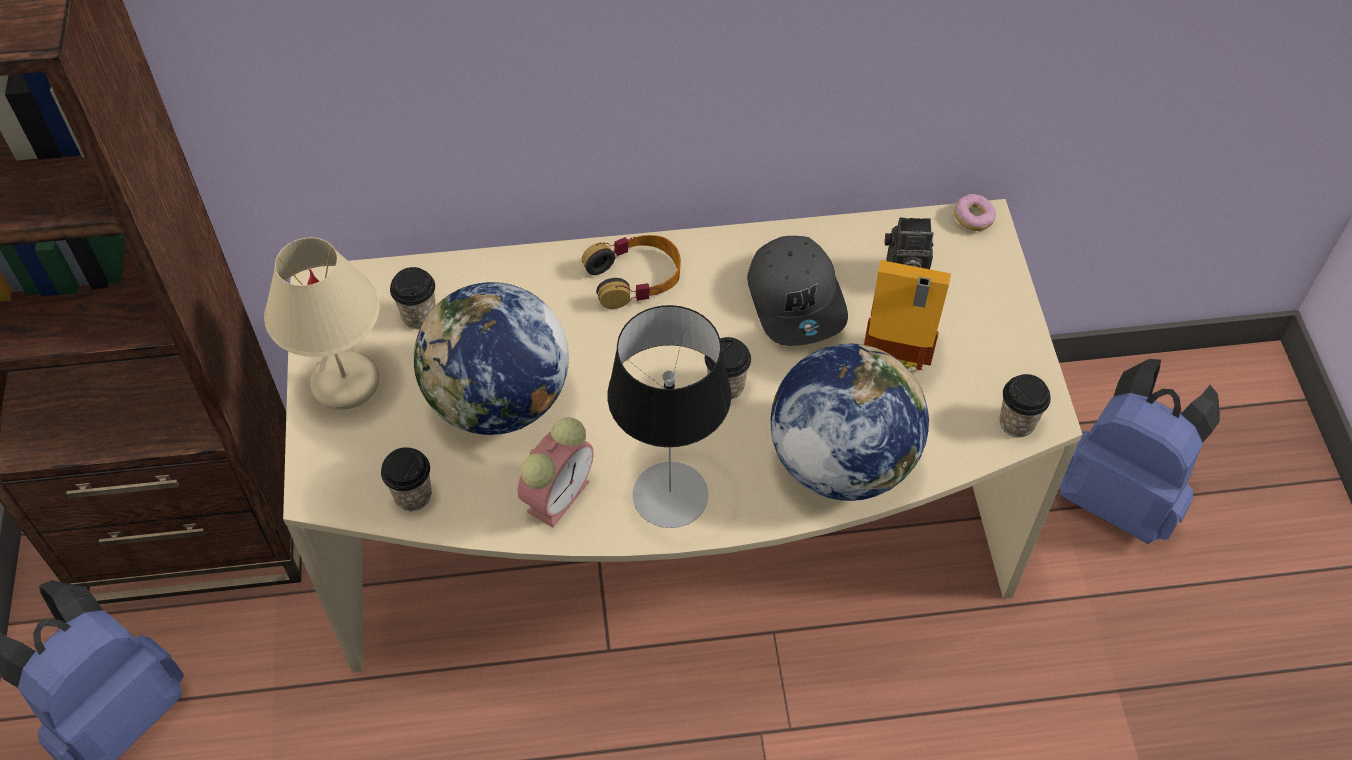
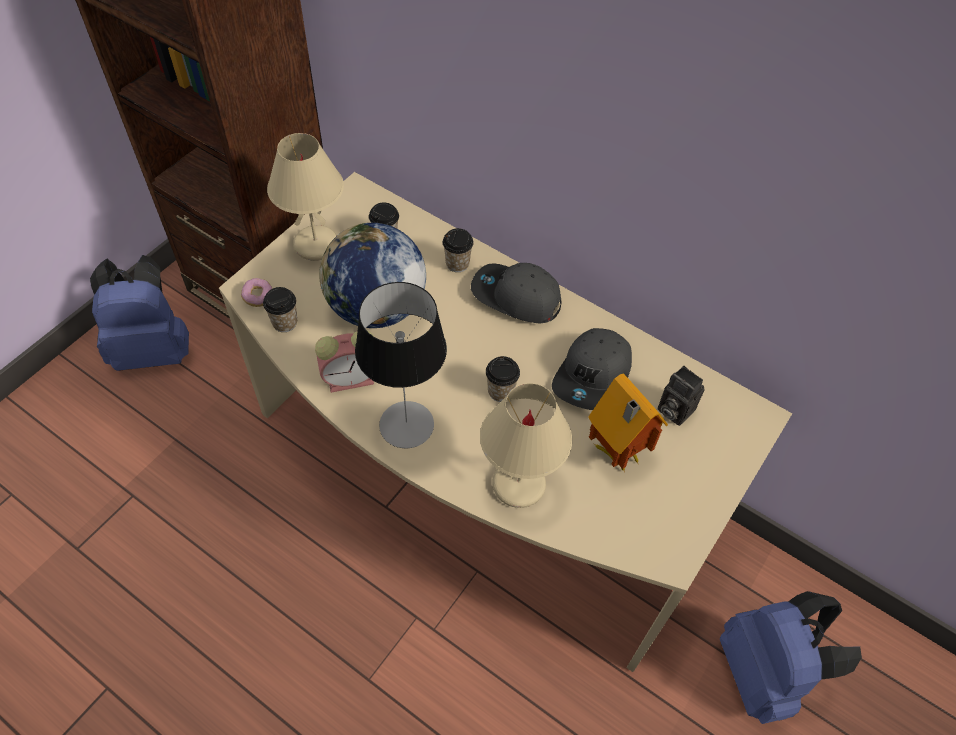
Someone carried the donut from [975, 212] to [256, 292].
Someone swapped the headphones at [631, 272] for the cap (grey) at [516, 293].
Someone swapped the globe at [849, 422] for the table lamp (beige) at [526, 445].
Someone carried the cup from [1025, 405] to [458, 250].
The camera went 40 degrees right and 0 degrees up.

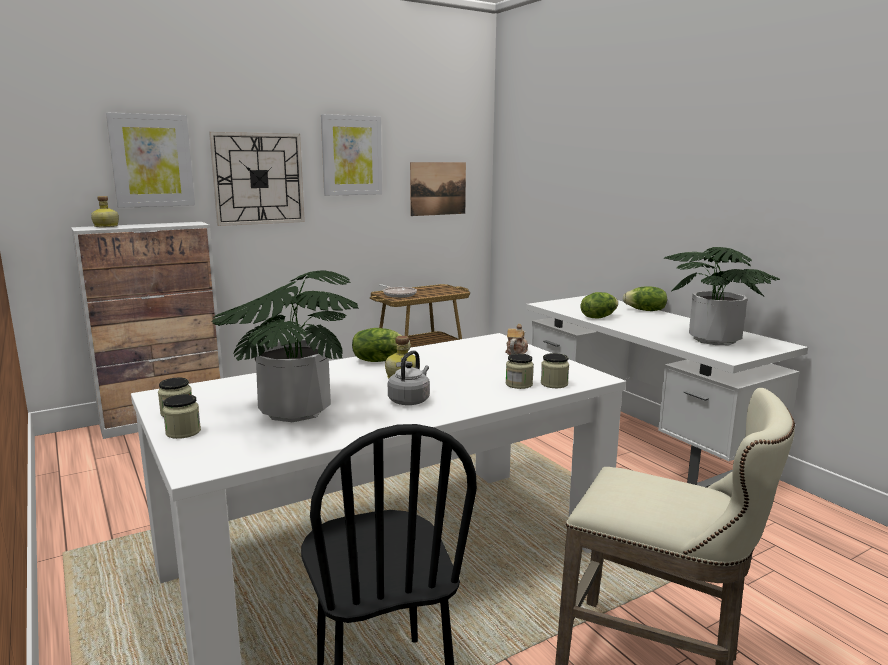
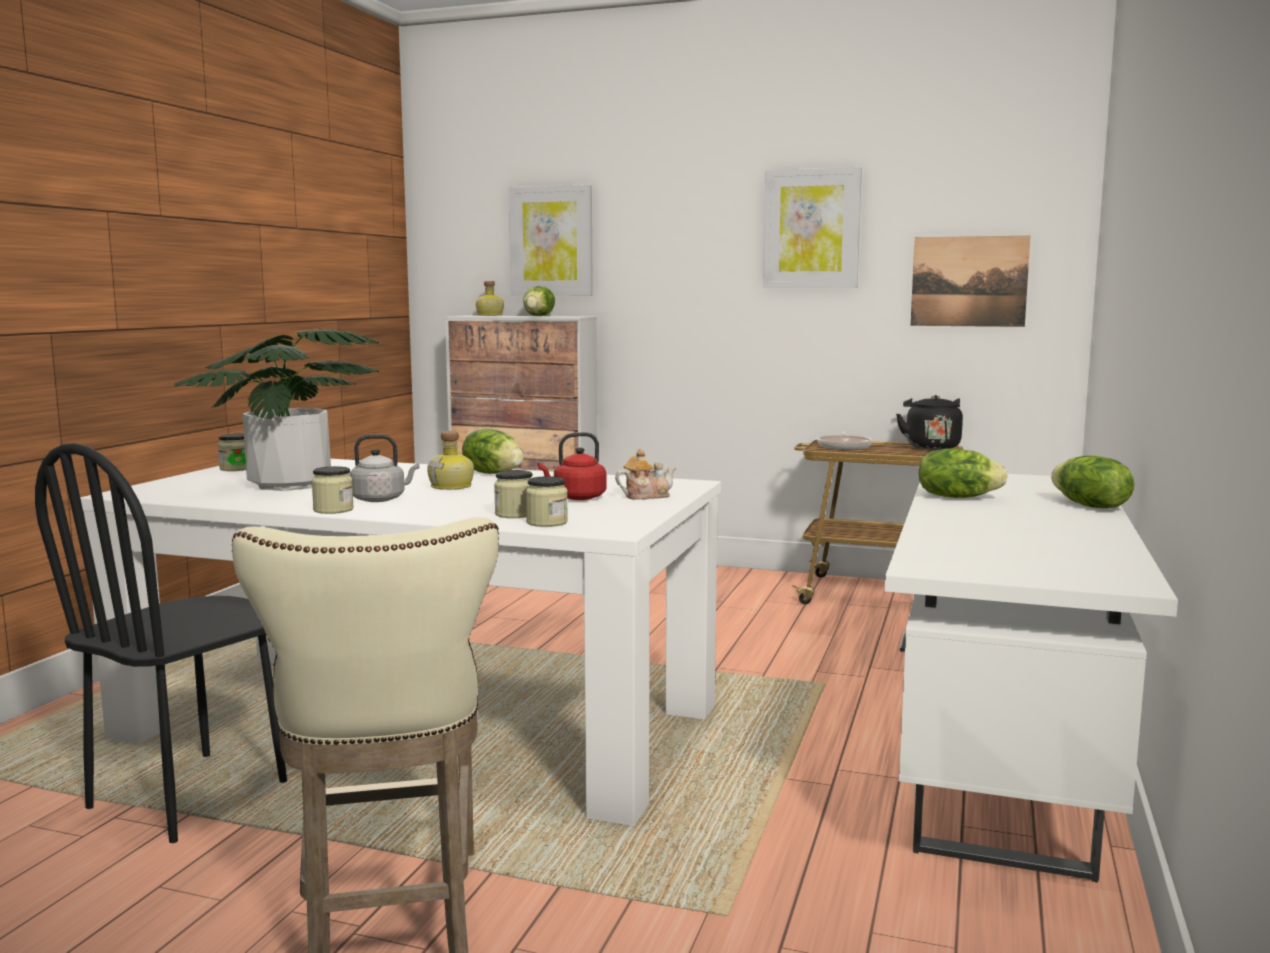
Someone took away the wall clock at [257, 179].
Someone took away the potted plant at [722, 296].
Someone carried the jar from [182, 416] to [333, 490].
Someone put down the lettuce at [539, 301].
Someone put down the kettle (black) at [929, 422].
Someone put down the kettle (red) at [572, 466].
The camera went 50 degrees right and 5 degrees down.

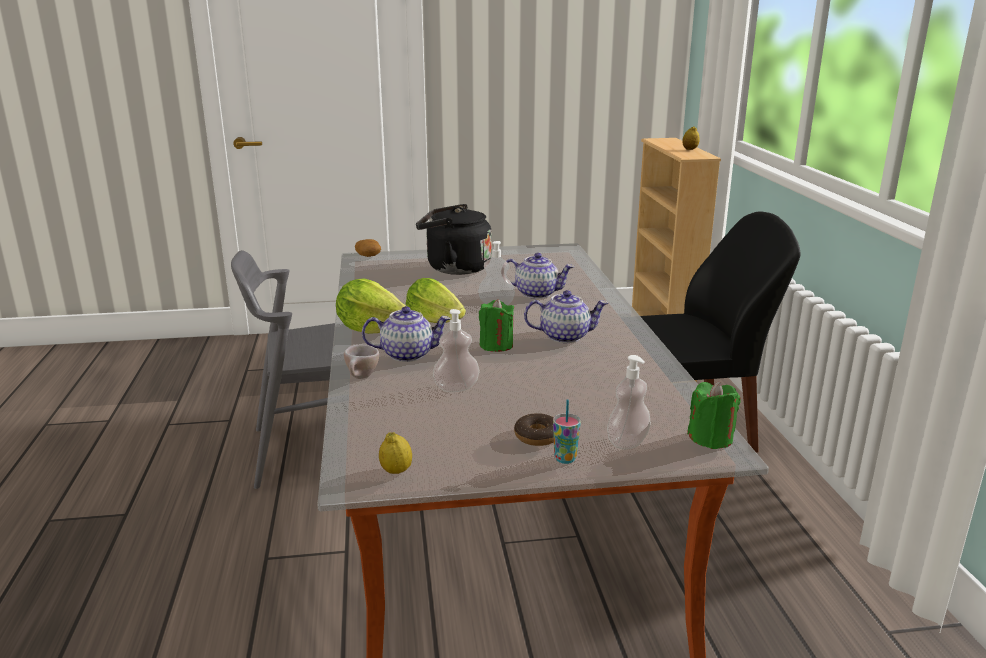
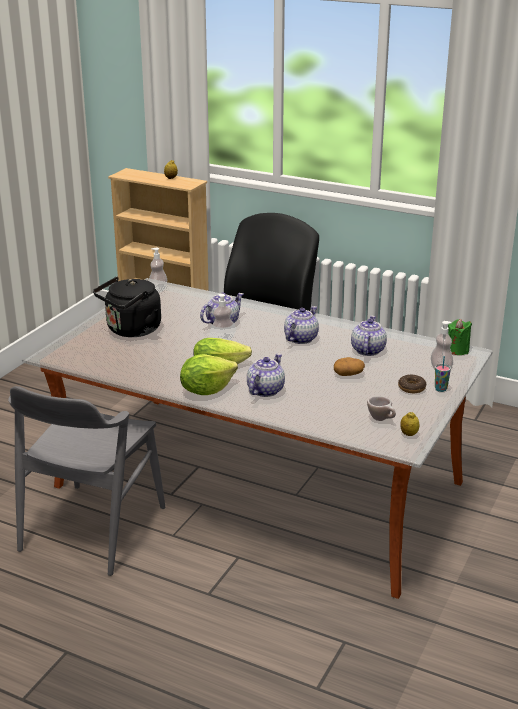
Someone carried the potato from [368, 248] to [349, 366].
Someone took away the candle (green) at [496, 325].
Someone carried the soap dispenser from [456, 350] to [158, 270].
Someone carried the cup (beige) from [361, 362] to [381, 408].
Someone put down the teapot at [369, 336].
The camera went 55 degrees left and 5 degrees up.

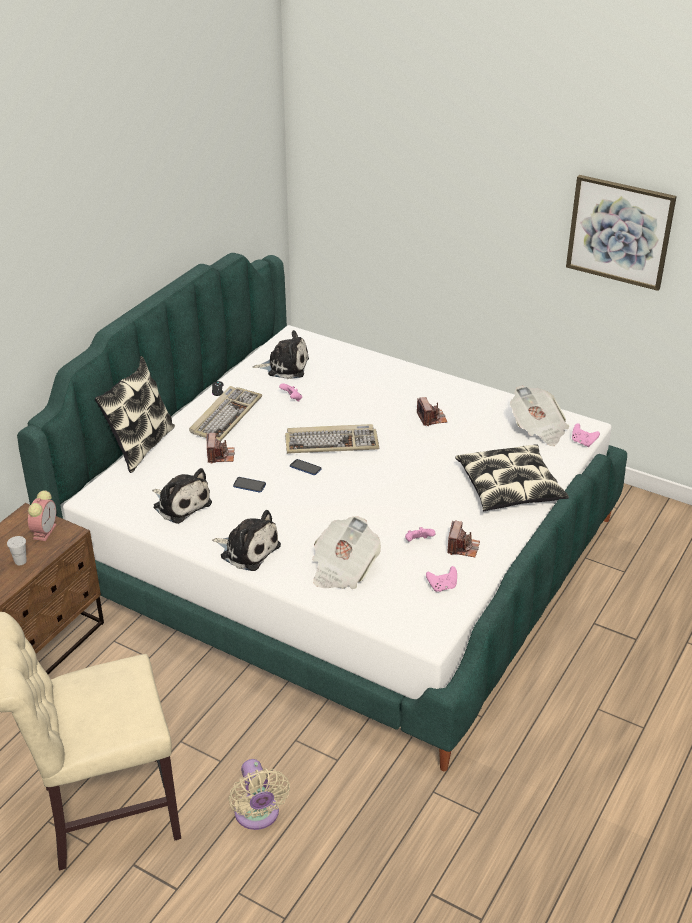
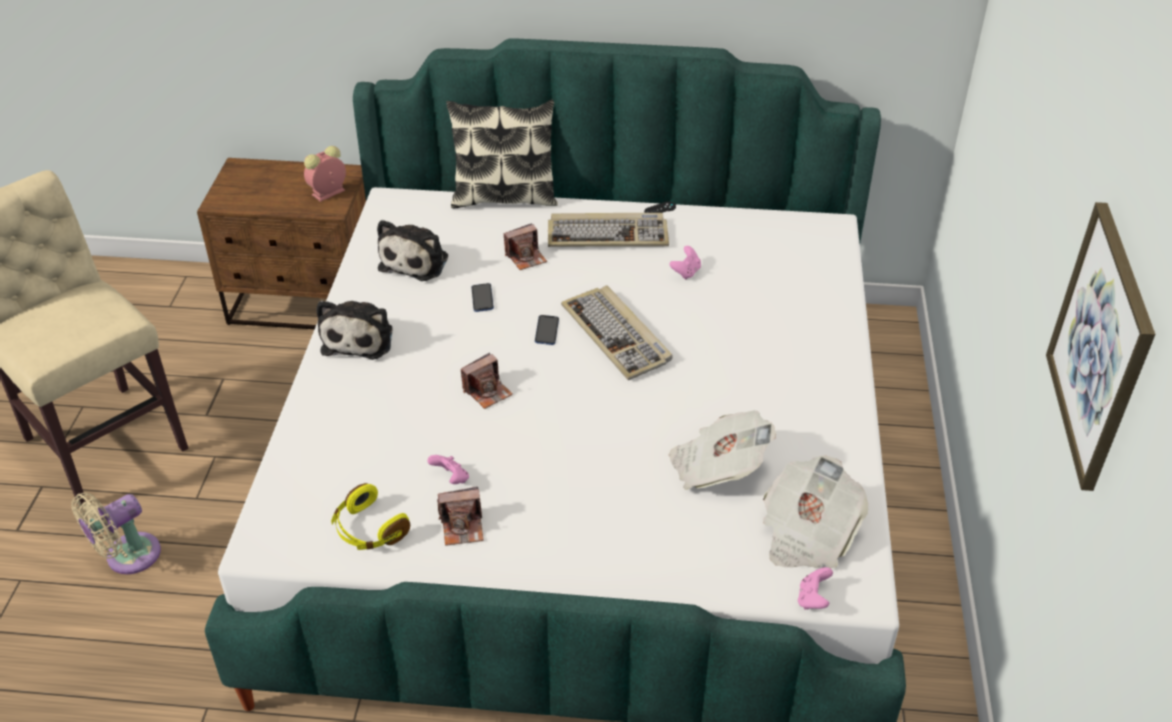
Someone took away the plush toy at [281, 354].
Someone carried the photo camera from [432, 411] to [487, 381].
Someone took away the pillow at [512, 477].
Someone rotated the alarm clock at [42, 515] by 150 degrees clockwise.
Someone carried the newspaper from [346, 552] to [722, 450].
Someone took away the cup (white) at [17, 550].
Someone swapped the game controller (pink) at [441, 579] for the headphones (yellow) at [370, 516].
The camera went 65 degrees right and 5 degrees up.

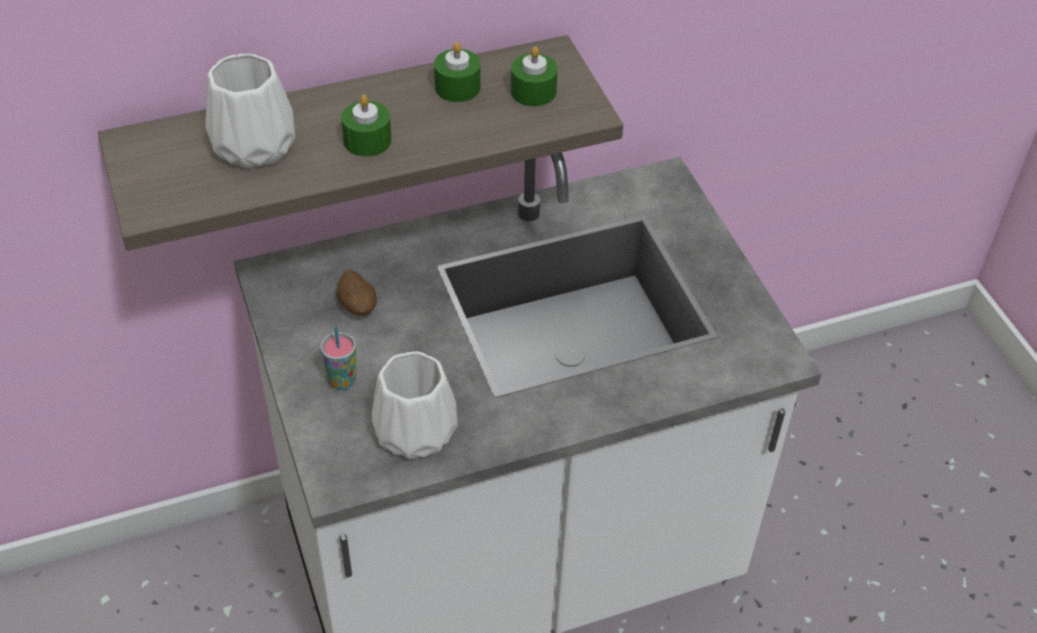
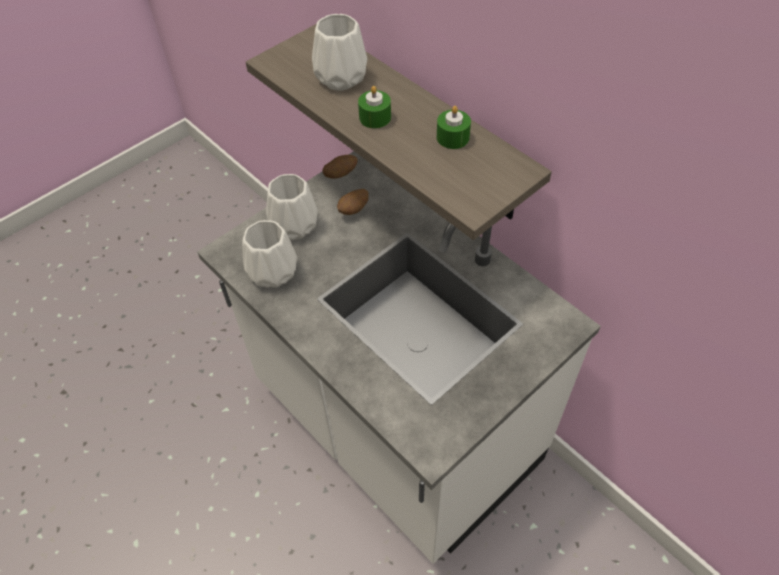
Someone took away the candle (green) at [534, 77].
Someone swapped the cup at [338, 358] for the vase (white) at [292, 207].
Someone put down the potato at [339, 167].
The camera went 70 degrees right and 5 degrees up.

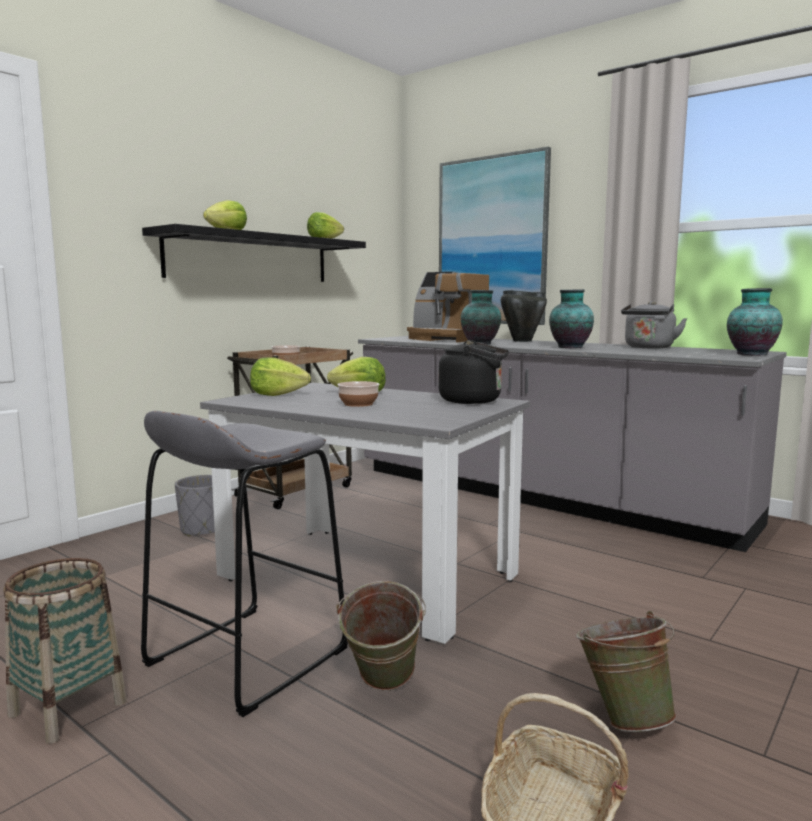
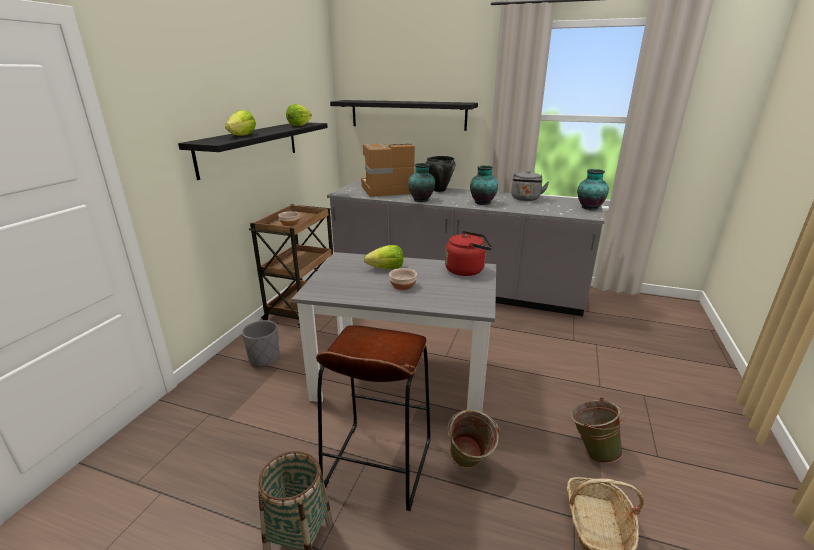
Someone swapped the picture at [495, 236] for the shelf (black) at [404, 115].
Someone rotated the coffee machine at [448, 307] by 150 degrees clockwise.
Someone repainted the kettle (black) at [473, 372], which became the kettle (red) at [468, 253].
Someone took away the lettuce at [280, 376].
Someone repainted the stool (grey) at [244, 564], which became the stool (brown) at [373, 418].
The camera went 20 degrees left and 15 degrees up.

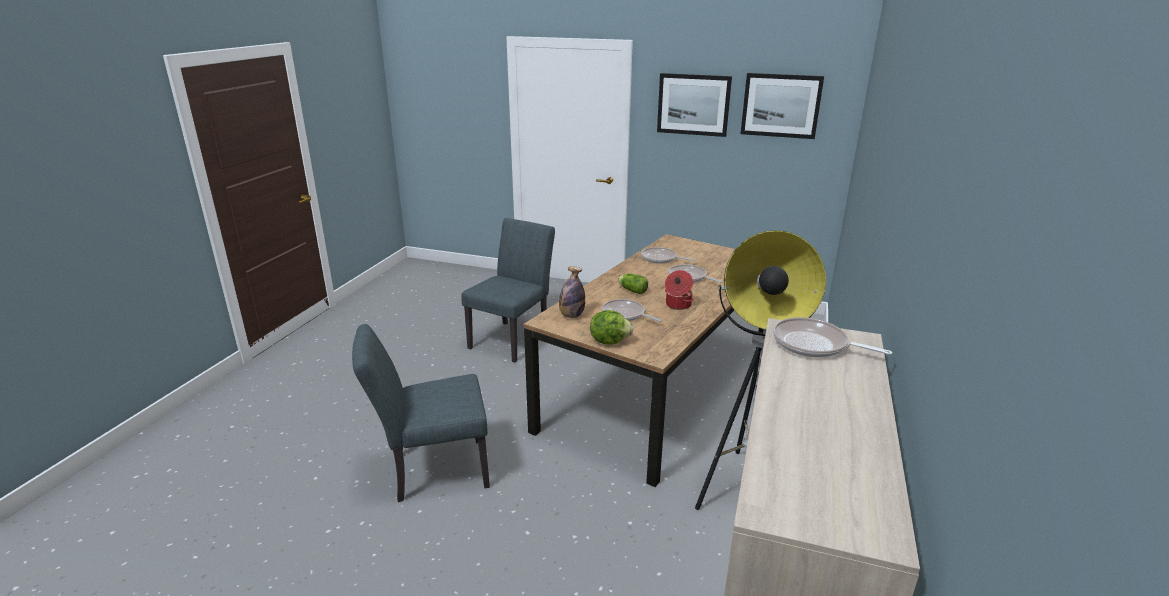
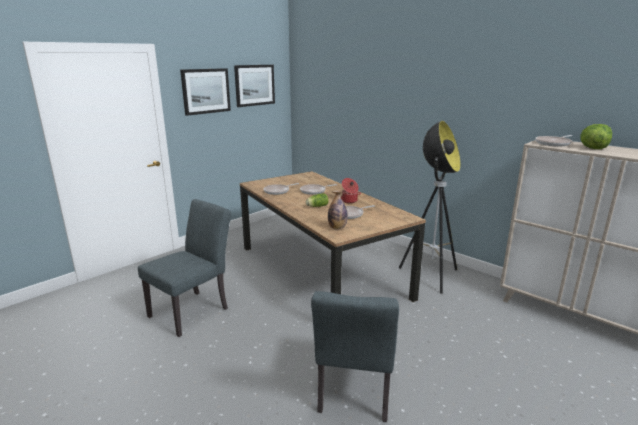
Someone rotated the chair (grey) at [508, 290] by 75 degrees clockwise.
Someone carried the lettuce from [612, 327] to [596, 136].
The camera went 65 degrees left and 5 degrees down.

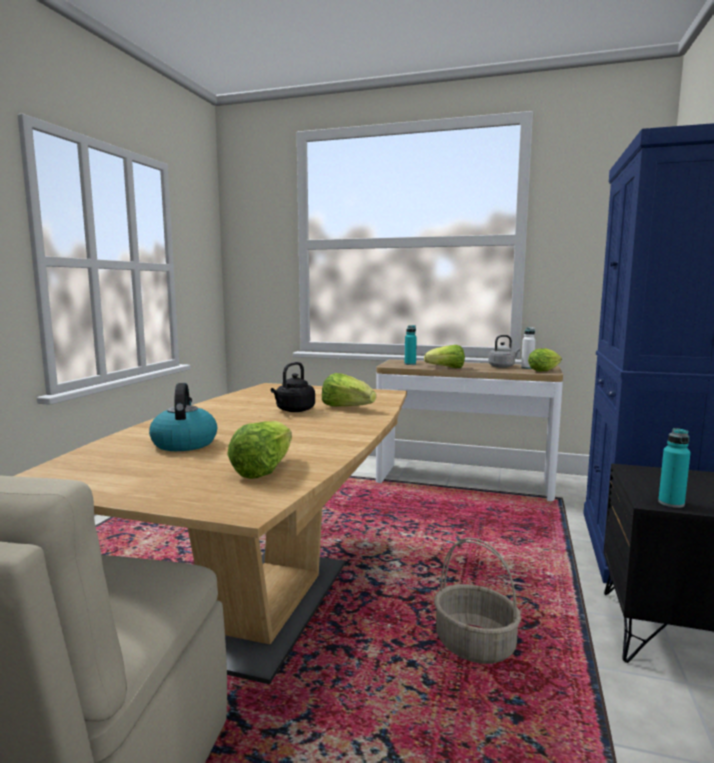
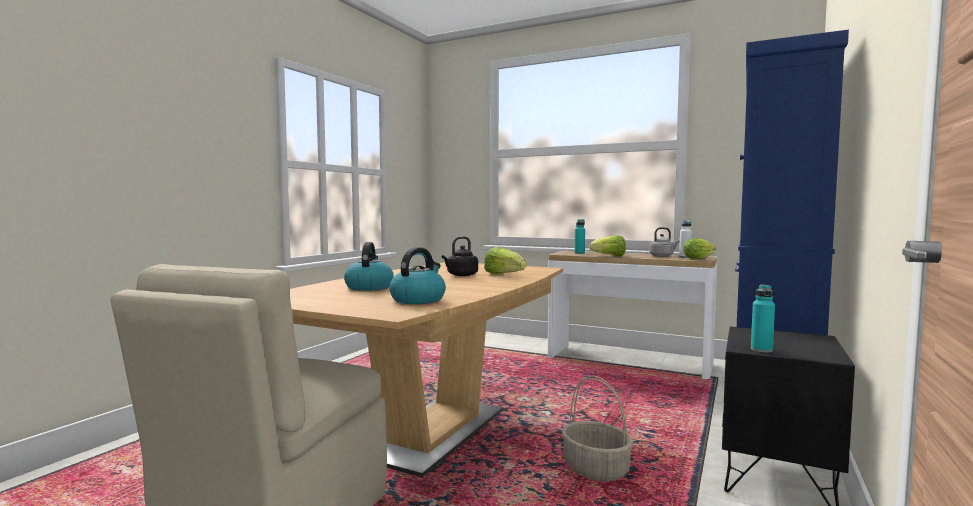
Someone swapped the lettuce at [259, 450] for the kettle at [417, 275].
The camera went 10 degrees right and 5 degrees down.

